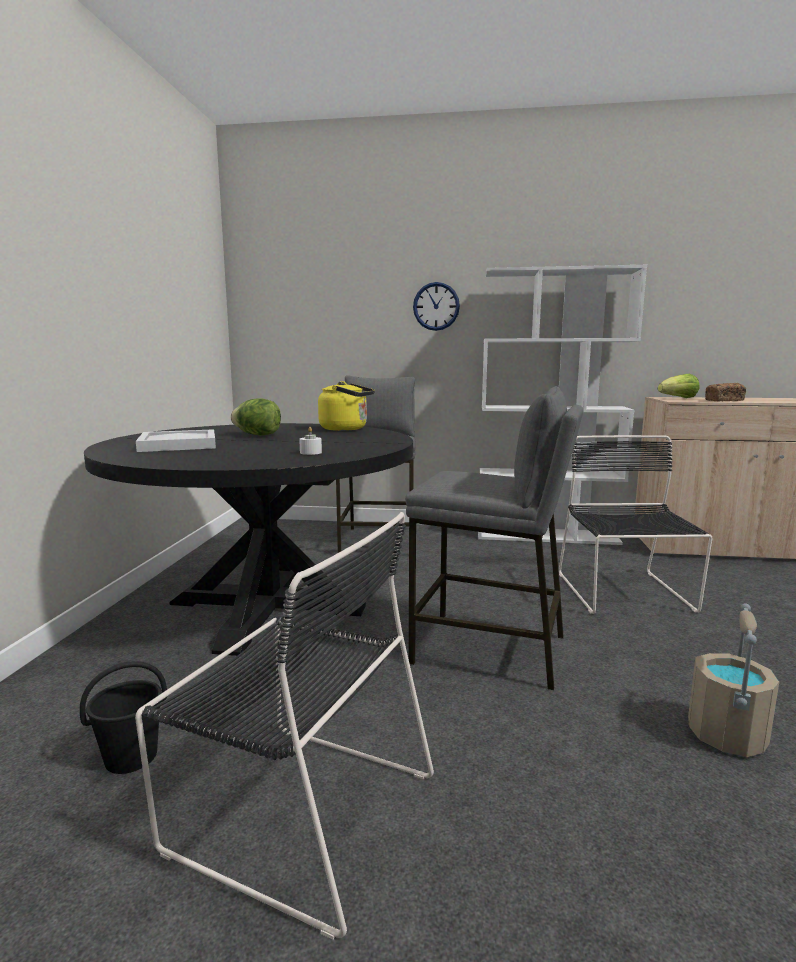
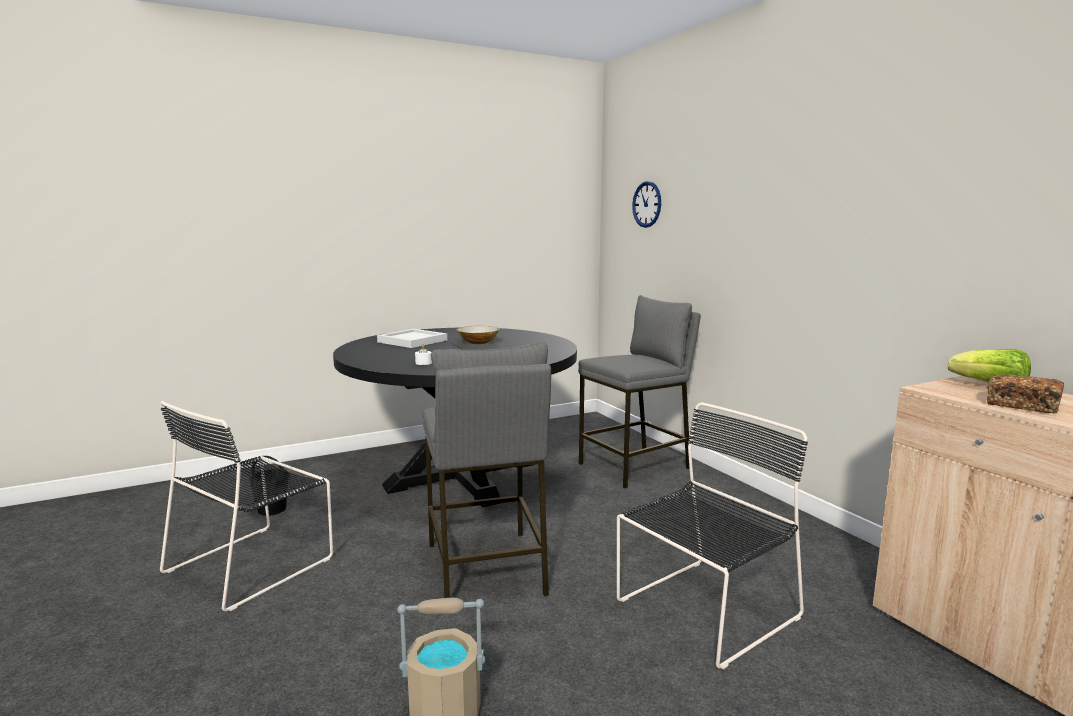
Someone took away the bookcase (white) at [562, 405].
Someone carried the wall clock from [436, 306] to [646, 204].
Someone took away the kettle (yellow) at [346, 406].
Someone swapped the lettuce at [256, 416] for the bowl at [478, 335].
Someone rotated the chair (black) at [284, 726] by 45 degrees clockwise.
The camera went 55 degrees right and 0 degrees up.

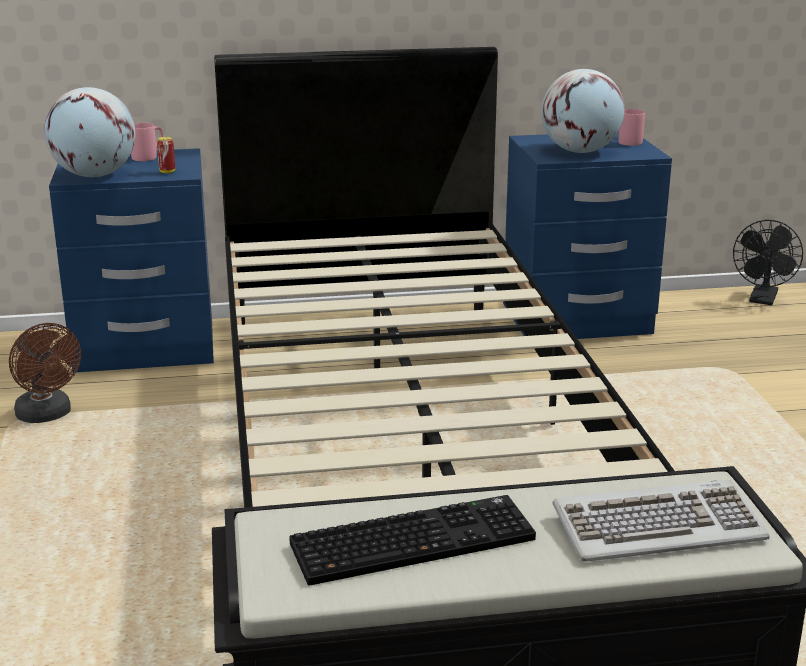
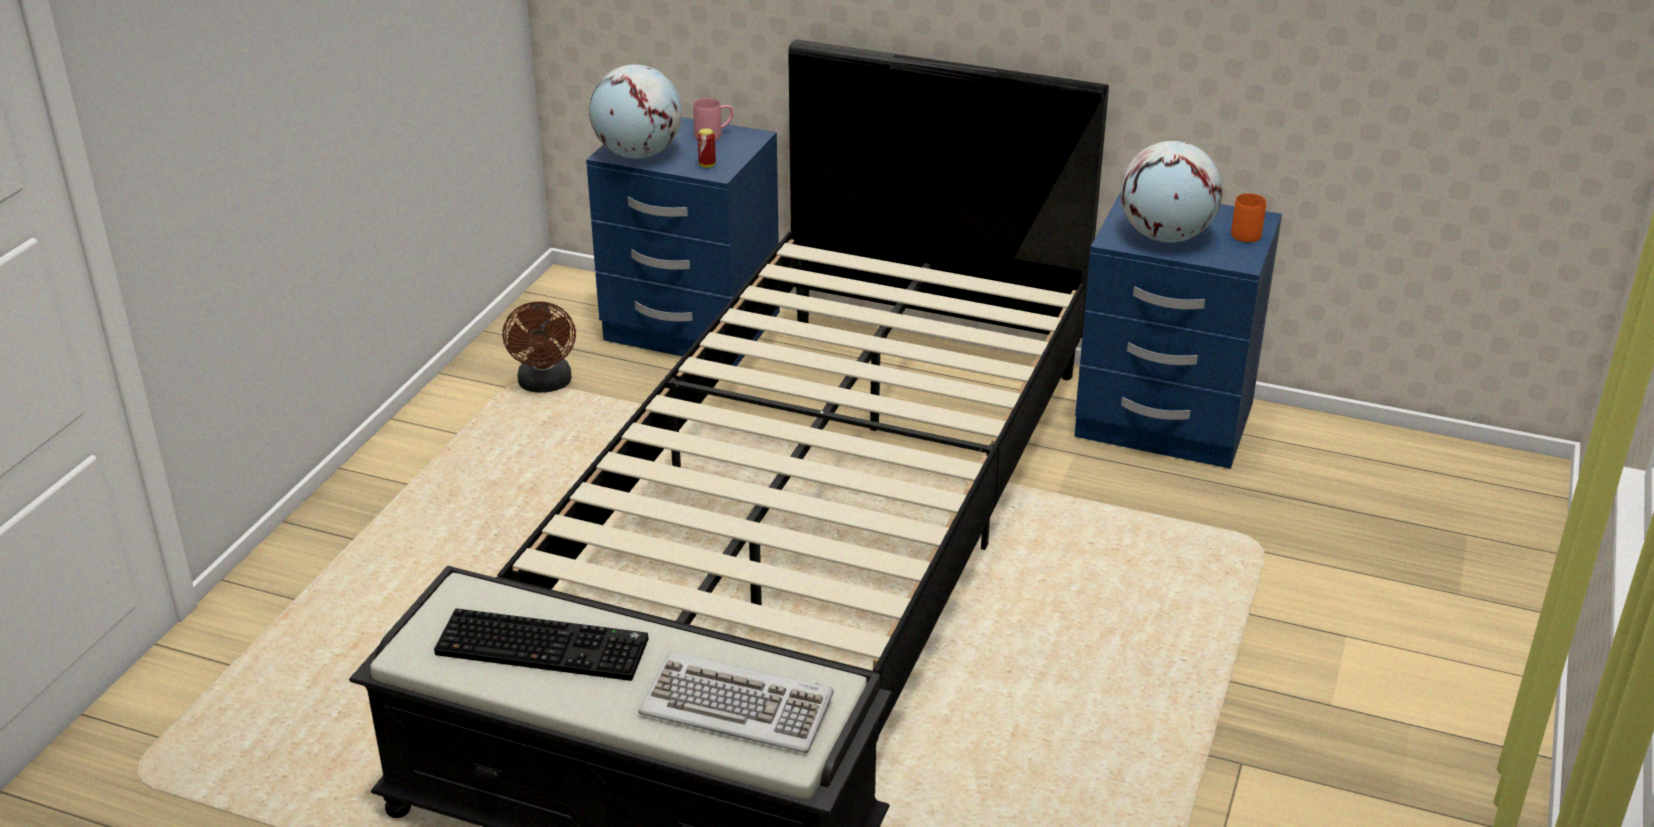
Someone repainted the mug (pink) at [632, 127], which became the mug (orange) at [1248, 217].
Someone took away the fan (black) at [768, 262].
The camera went 30 degrees right and 10 degrees up.

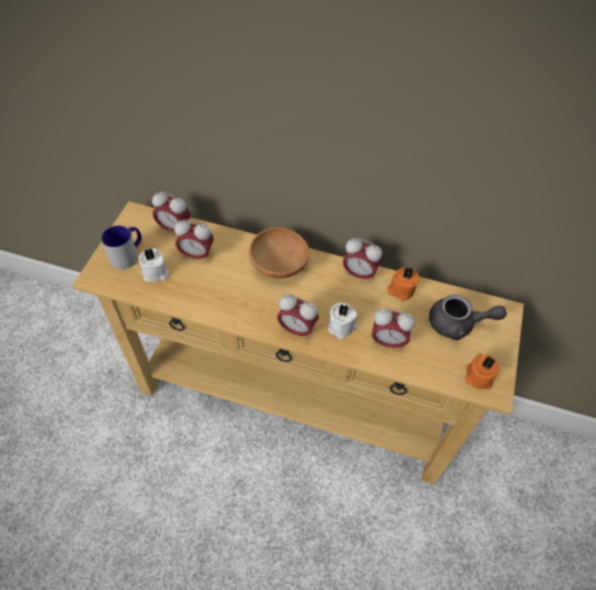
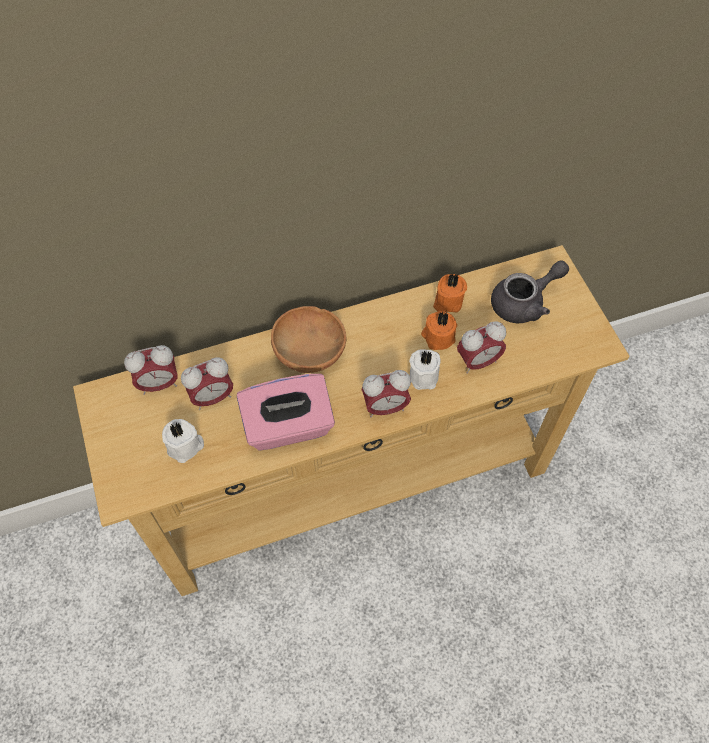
Someone took away the mug at [121, 247].
Someone took away the alarm clock at [362, 260].
Someone carried the candle (orange) from [482, 371] to [439, 330].
Someone put down the tissue box (pink) at [286, 412].
The camera went 35 degrees left and 5 degrees up.

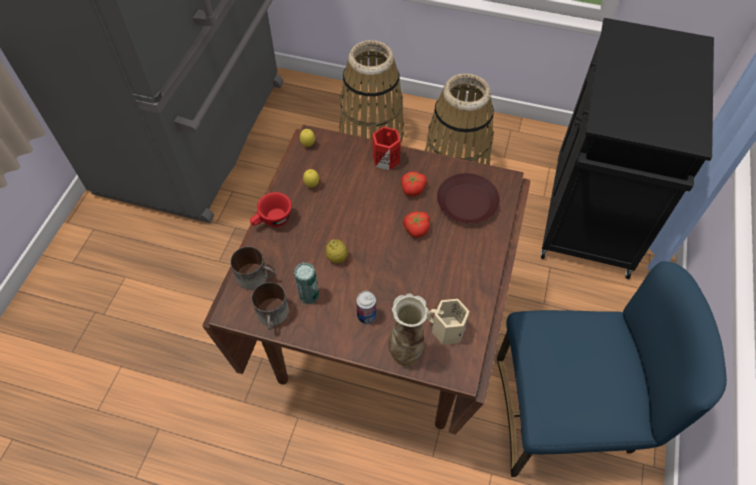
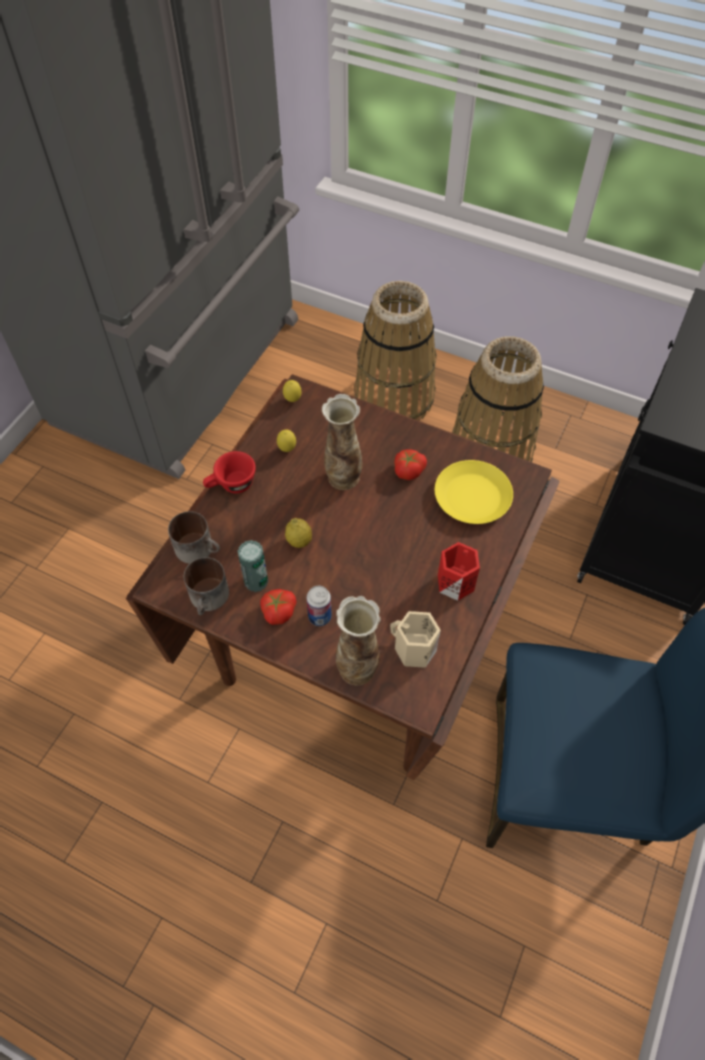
Someone carried the mug (red) from [386, 148] to [459, 571].
Someone repainted the plate (brown) at [468, 198], which became the plate (yellow) at [474, 492].
Someone carried the tomato from [416, 224] to [278, 607].
Someone put down the vase at [342, 442].
The camera went 10 degrees right and 0 degrees up.

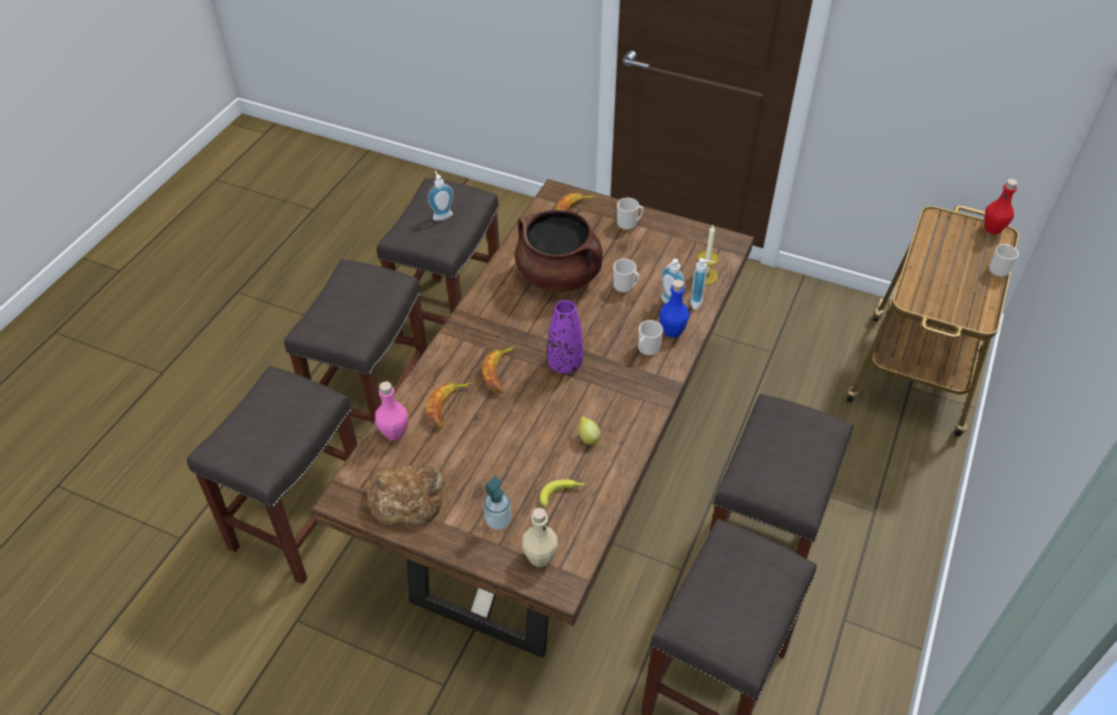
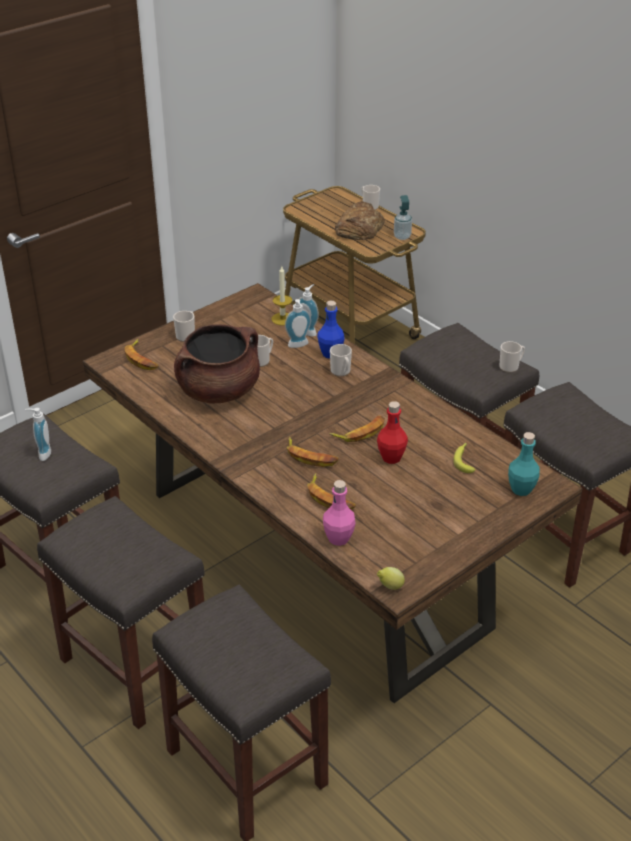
Someone carried the bottle (red) from [1001, 206] to [392, 432].
Someone took away the vase (purple) at [565, 337].
Someone carried the lemon from [589, 430] to [391, 578].
Someone carried the bread from [405, 496] to [360, 220].
Someone carried the soap dispenser from [497, 503] to [403, 217].
Someone repainted the bottle (beige) at [540, 537], which became the bottle (turquoise) at [524, 464].
Someone put down the mug at [512, 357].
Someone put down the banana at [357, 428].
The camera went 65 degrees left and 10 degrees down.

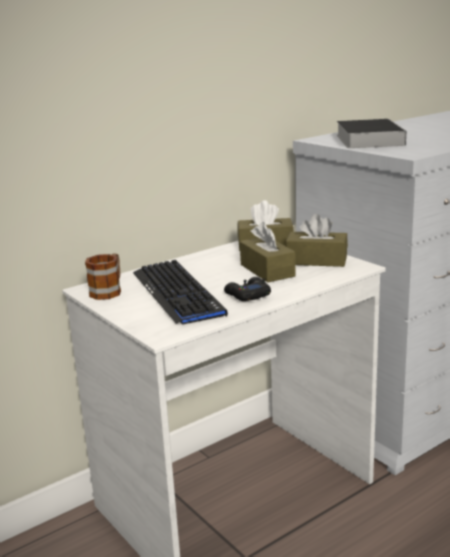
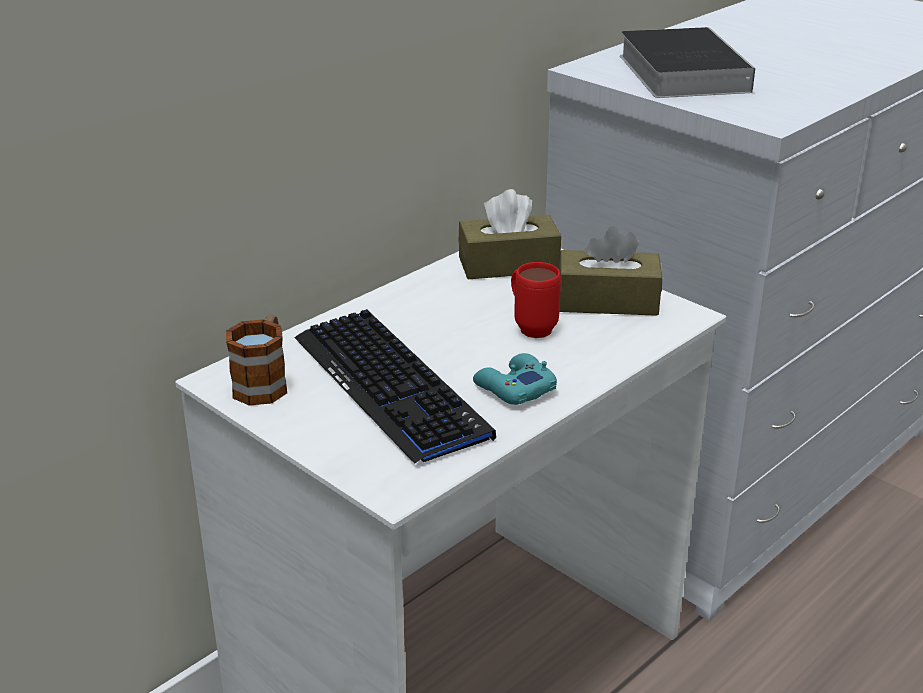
Someone swapped the tissue box (brown) at [268, 252] for the mug (red) at [536, 300].
Someone repainted the game controller (black) at [247, 289], which became the game controller (turquoise) at [515, 379].
The camera went 10 degrees left and 10 degrees up.

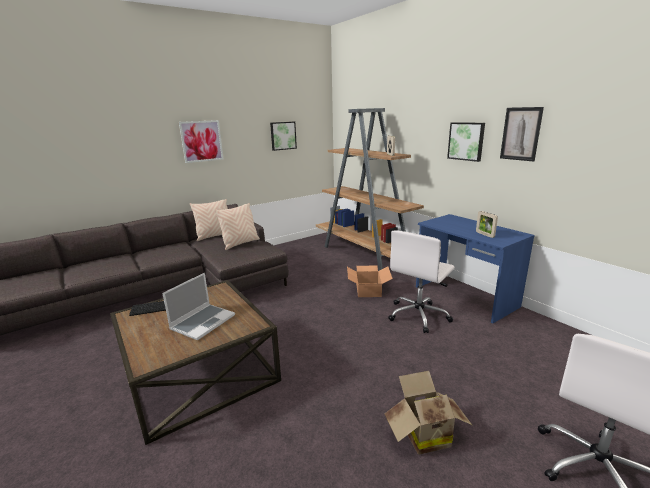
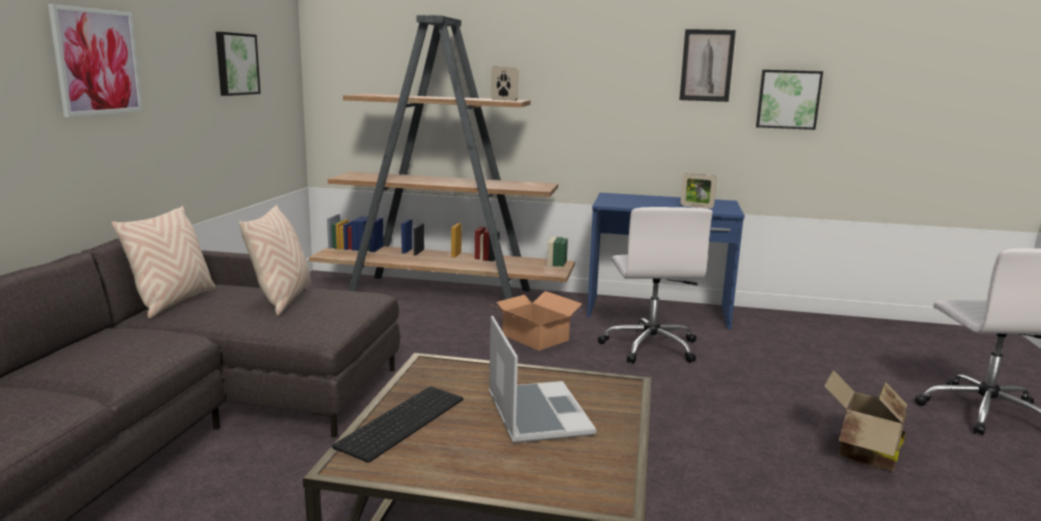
Someone carried the picture from [466, 142] to [789, 100].
The camera went 45 degrees left and 5 degrees down.

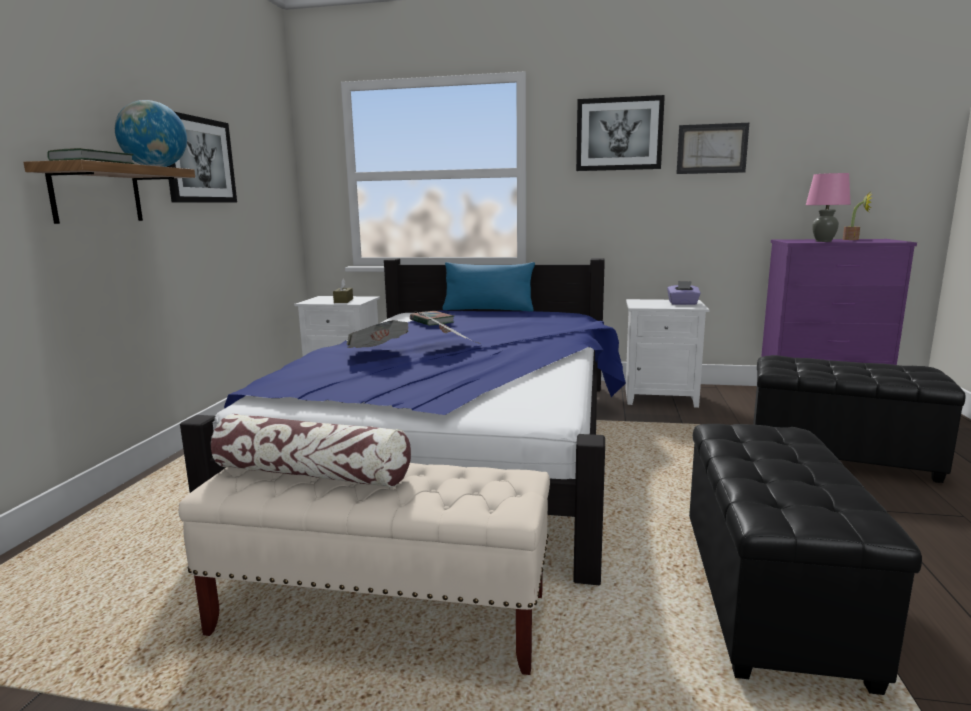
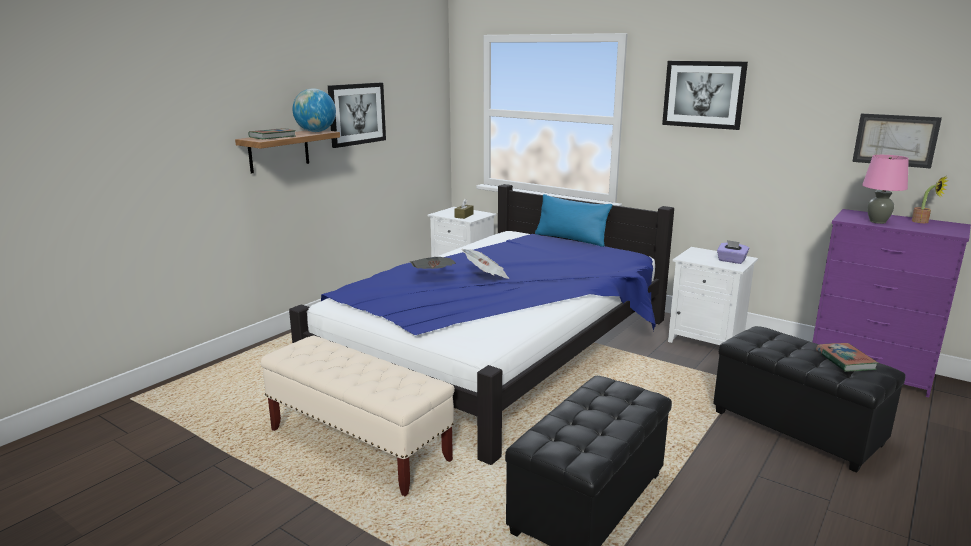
Someone carried the picture from [712, 148] to [897, 141].
Someone carried the book from [432, 318] to [847, 357].
Someone took away the pillow at [311, 451].
The camera went 25 degrees right and 5 degrees up.

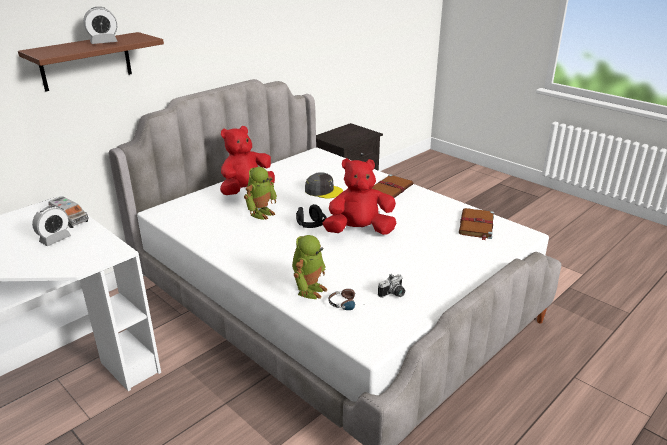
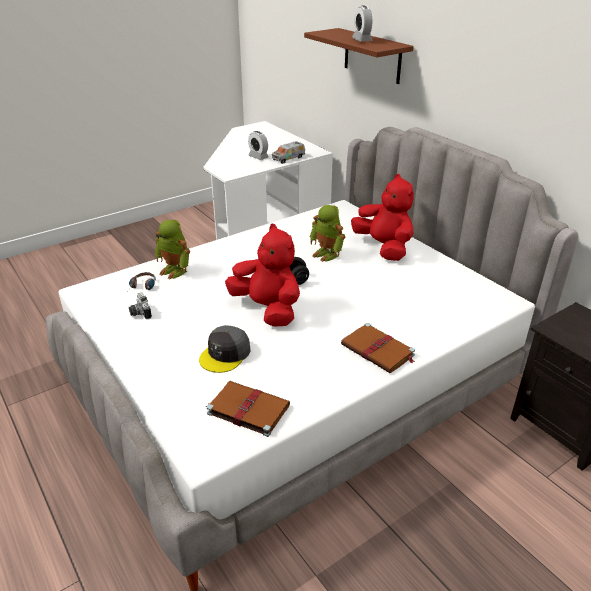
Someone rotated the plush toy (red) at [359, 196] by 45 degrees counterclockwise.
Someone carried the cap (grey) from [324, 185] to [225, 349].
The camera went 100 degrees right and 5 degrees up.

